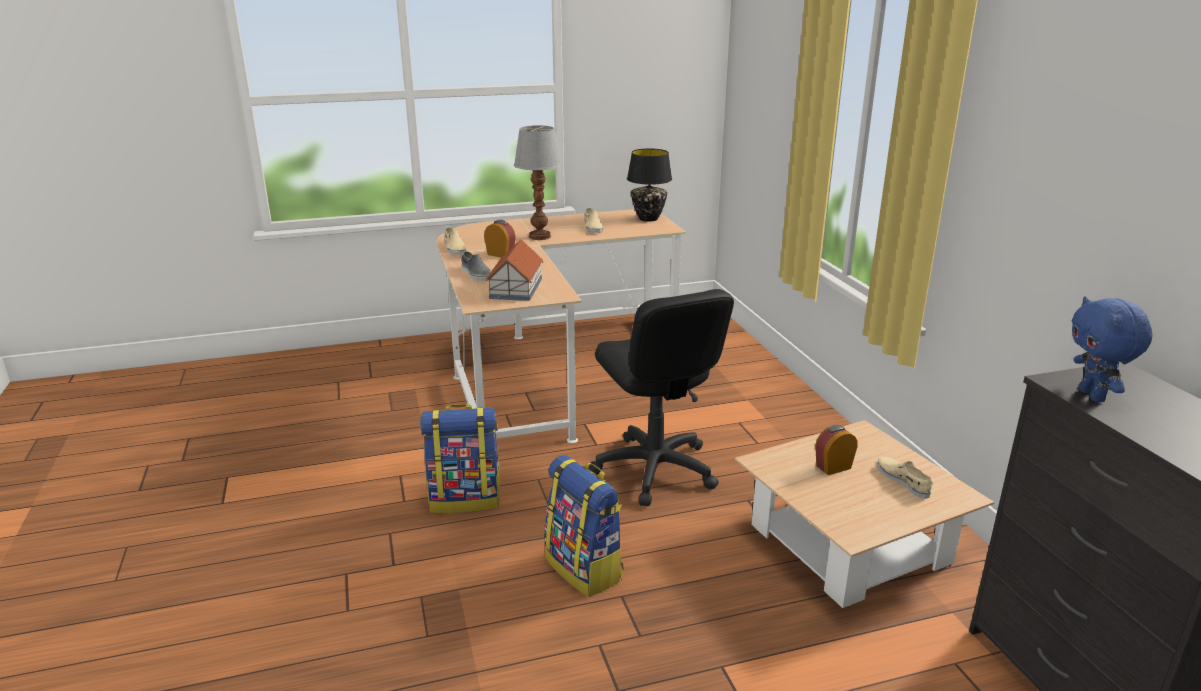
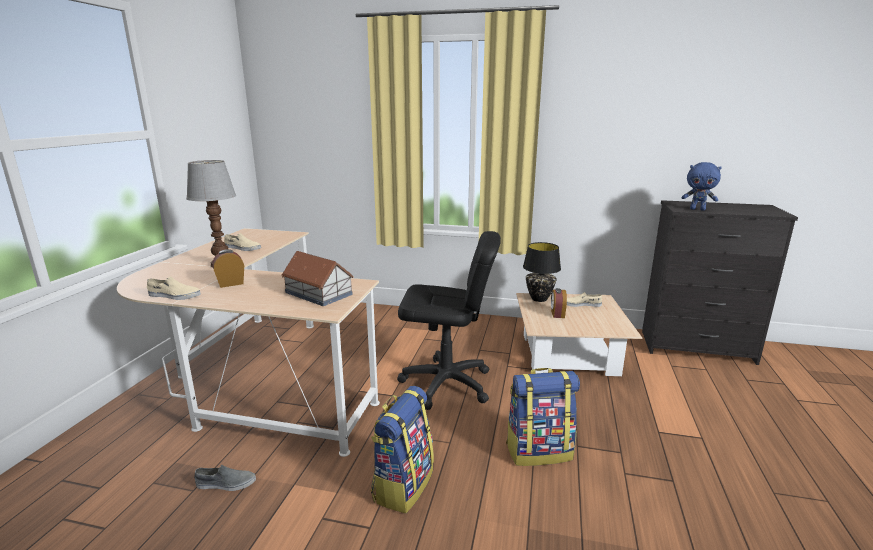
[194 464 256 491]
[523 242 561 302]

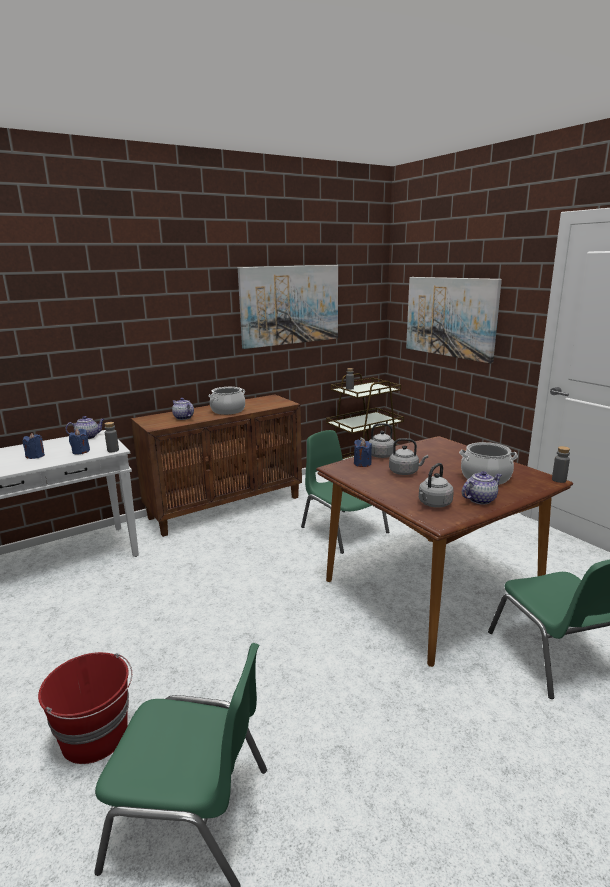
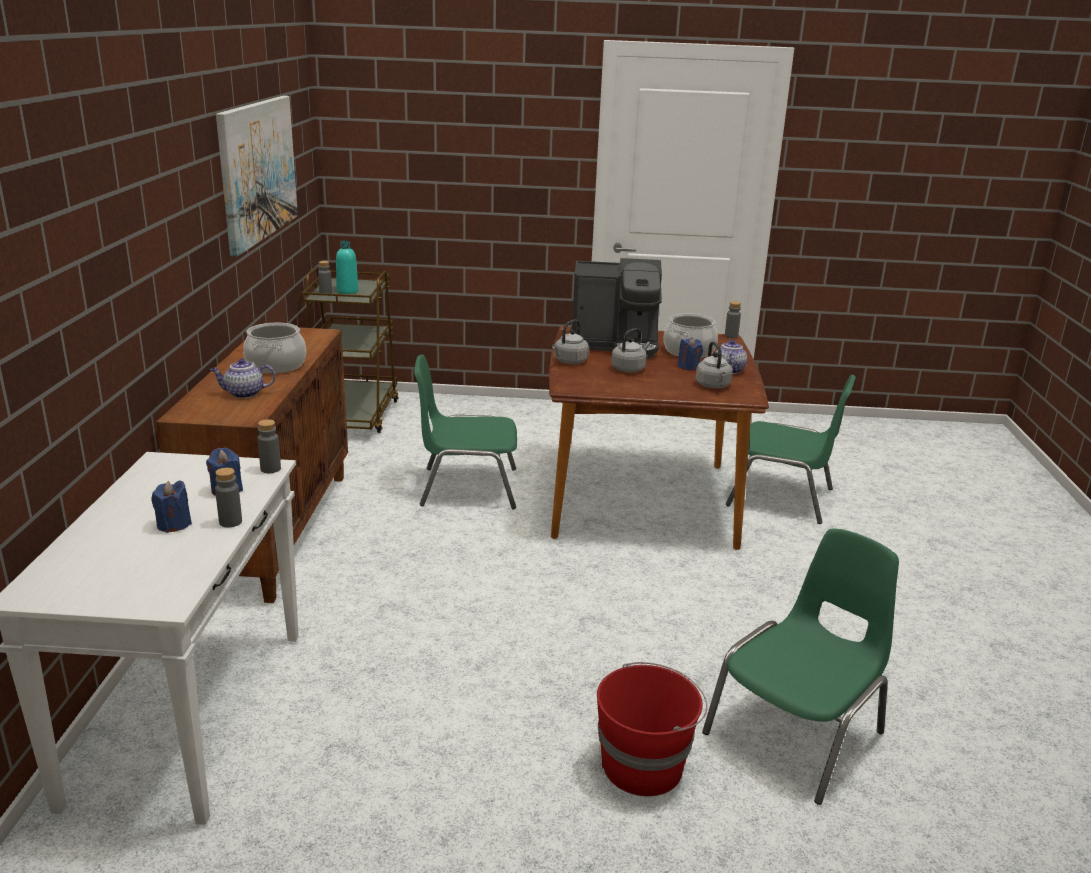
[215 468 242 528]
[336 241 359 294]
[570 258 662 359]
[677 337 703 371]
[65 416 105 439] (first image)
[406 277 502 363] (first image)

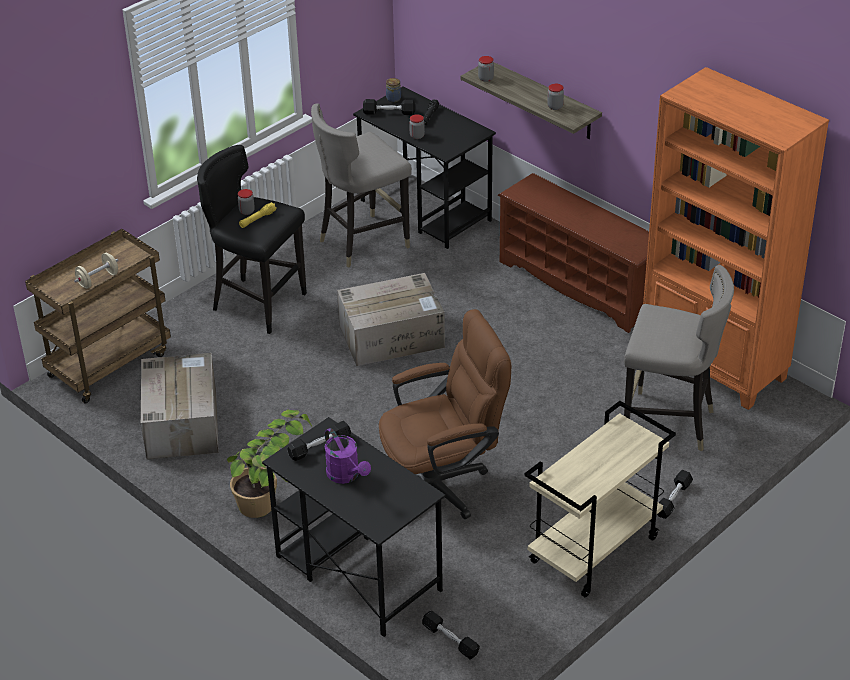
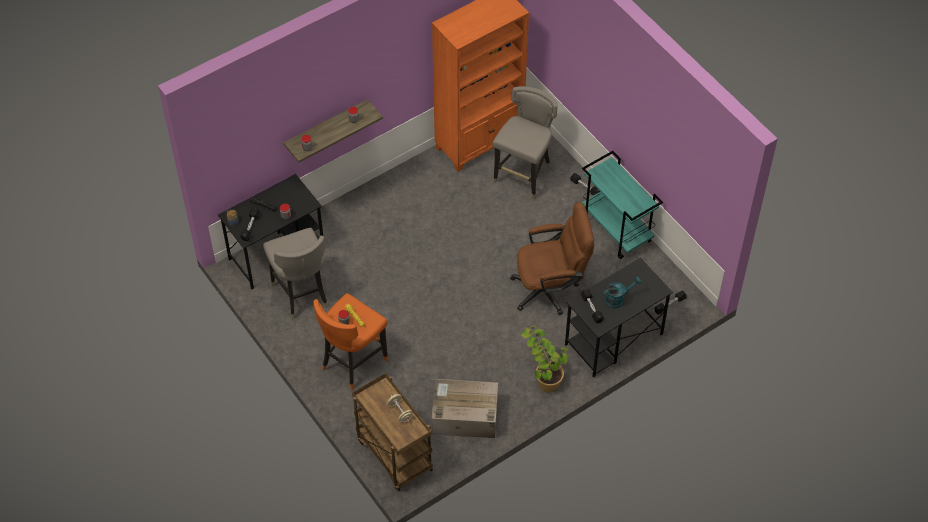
[314 293 388 390]
[510 202 594 315]
[582 151 663 259]
[602 277 642 308]
[337 273 445 366] (first image)
[497 173 649 333] (first image)

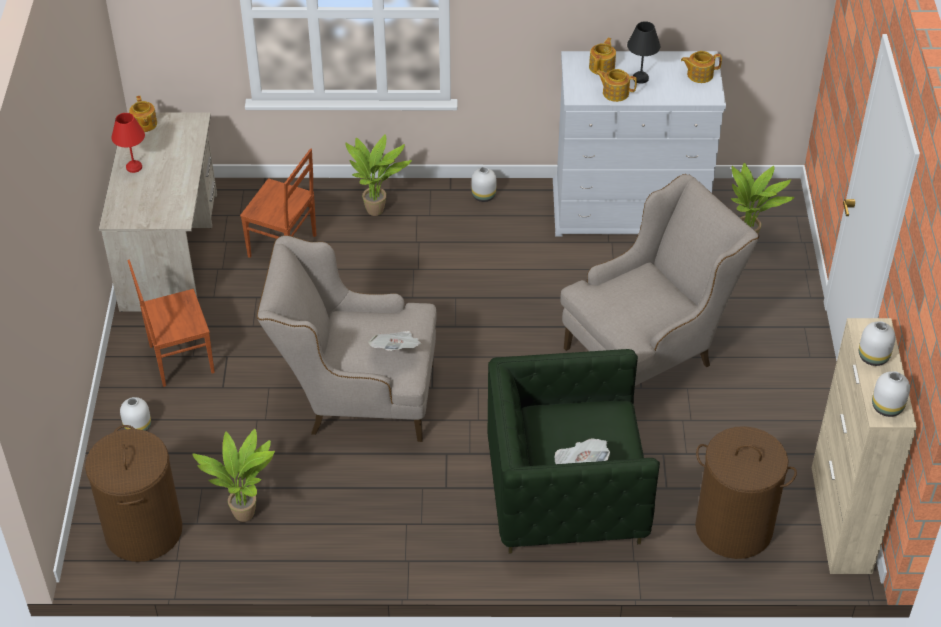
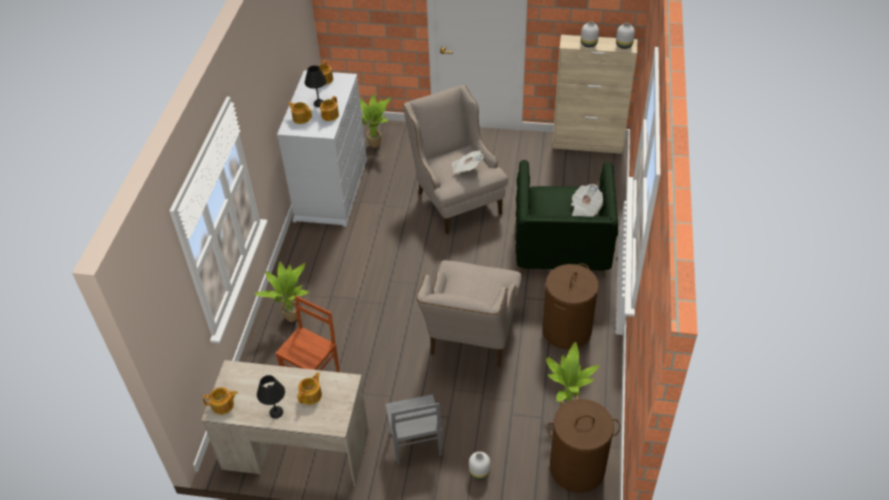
[257 375 285 419]
[297 372 322 405]
[385 394 442 465]
[452 150 483 174]
[542 263 599 349]
[471 167 496 202] (first image)

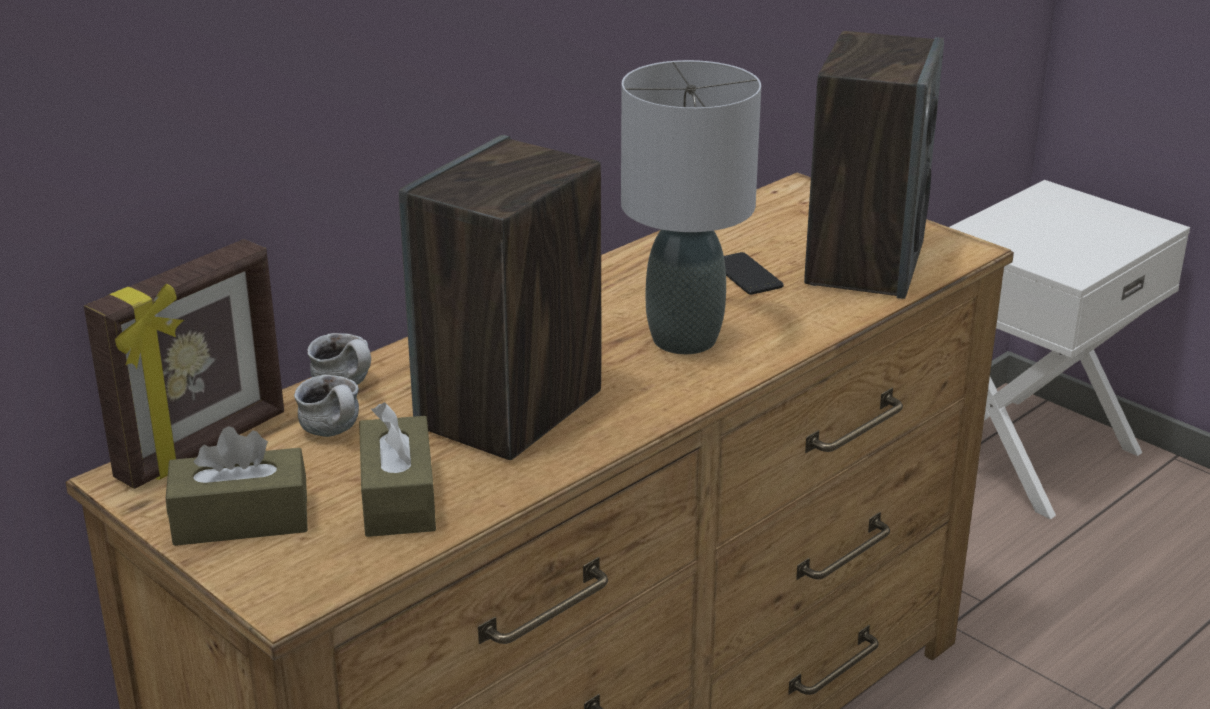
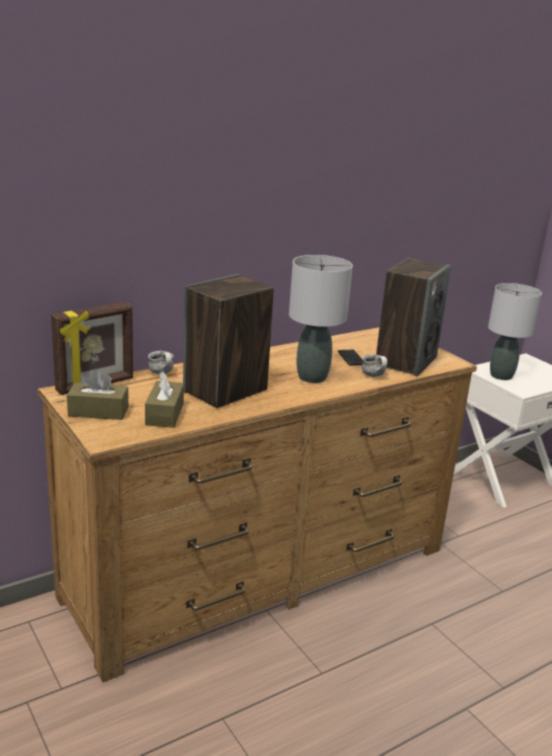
[362 354 387 377]
[488 283 542 380]

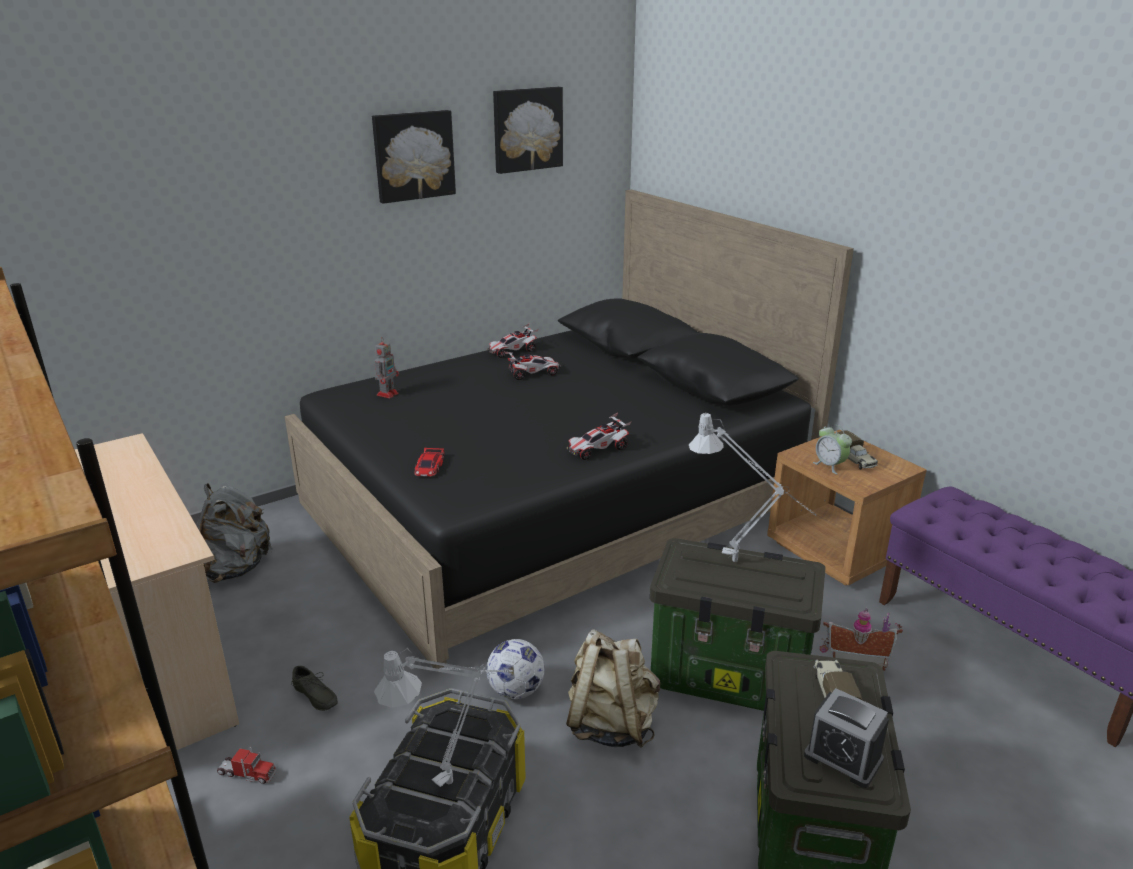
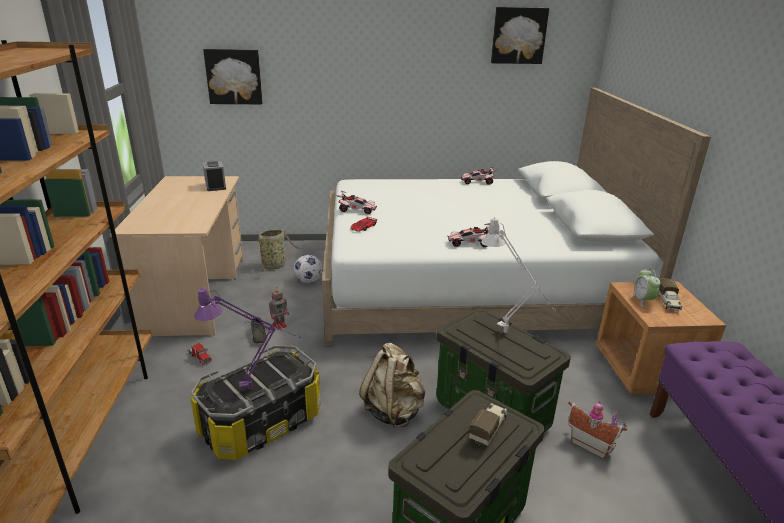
[194 288 302 391]
[203 49 263 104]
[203 161 226 191]
[252 229 302 272]
[269 287 289 330]
[294 255 322 283]
[322 88 711 346]
[336 190 377 214]

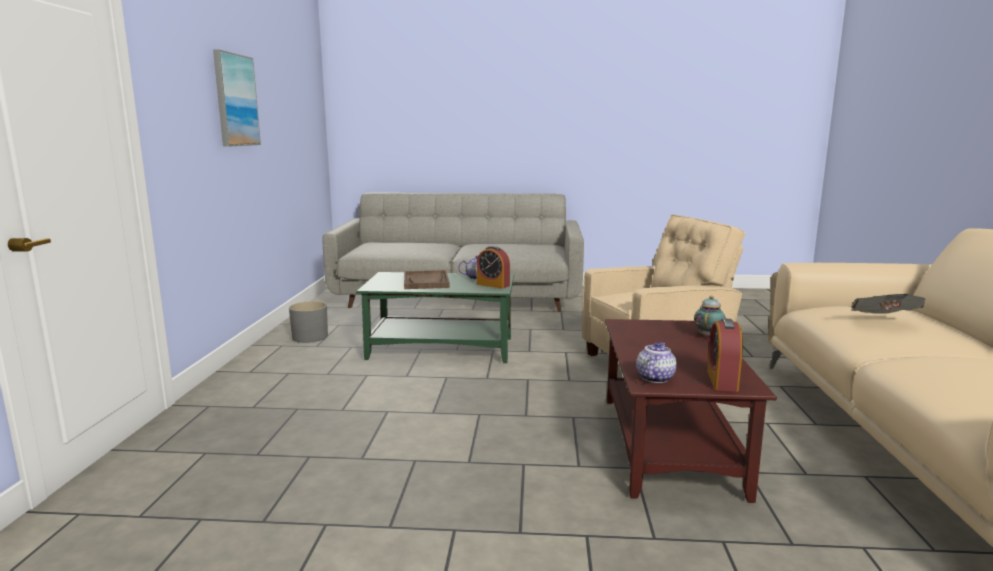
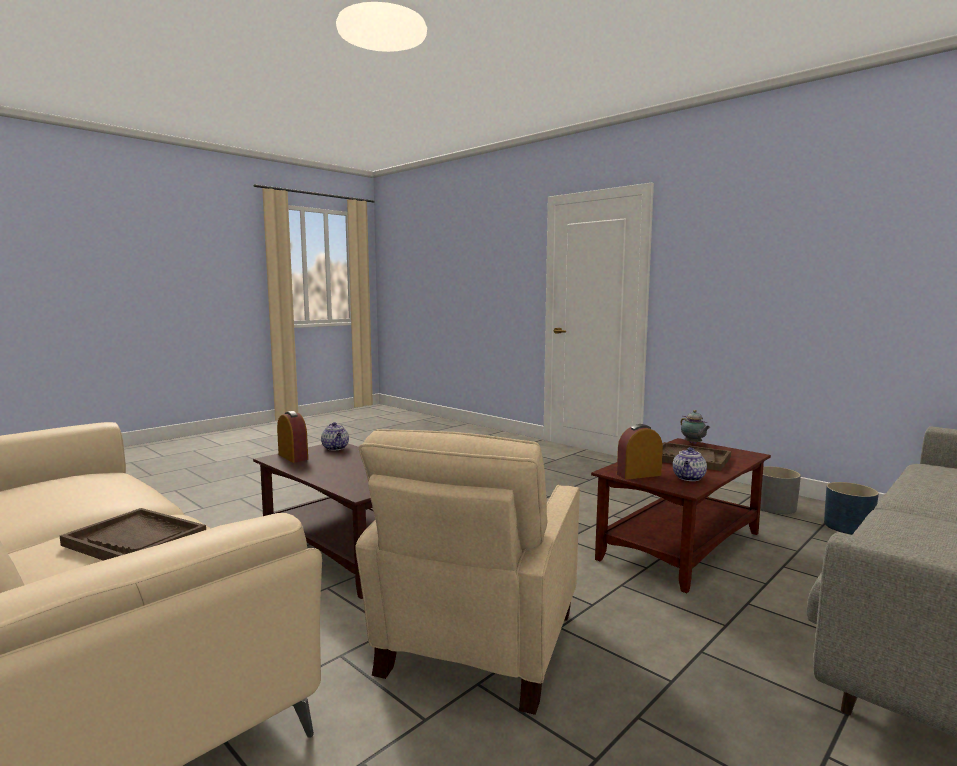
[60 508 206 561]
[591 438 771 593]
[680 410 710 444]
[824 482 879 534]
[213 49 261 147] (first image)

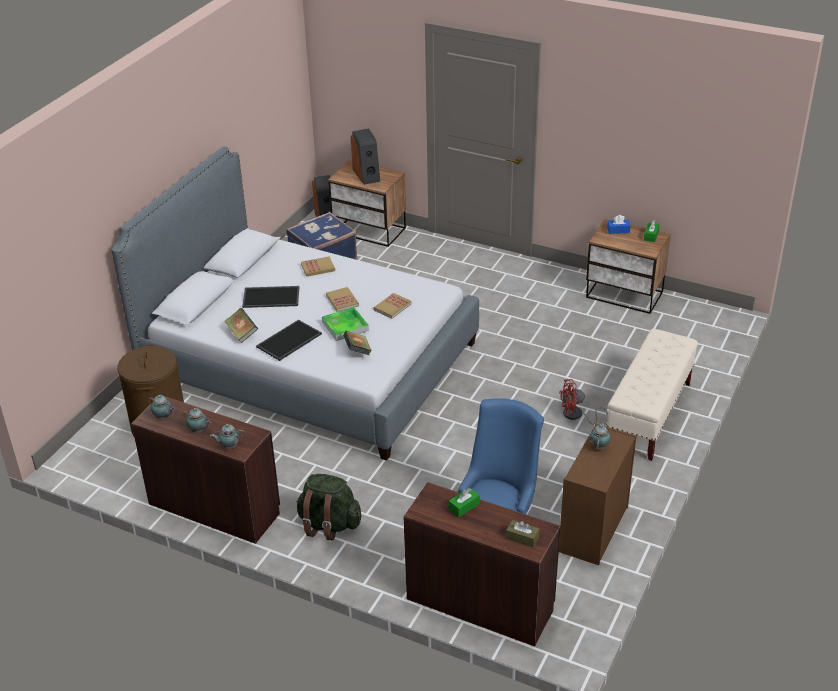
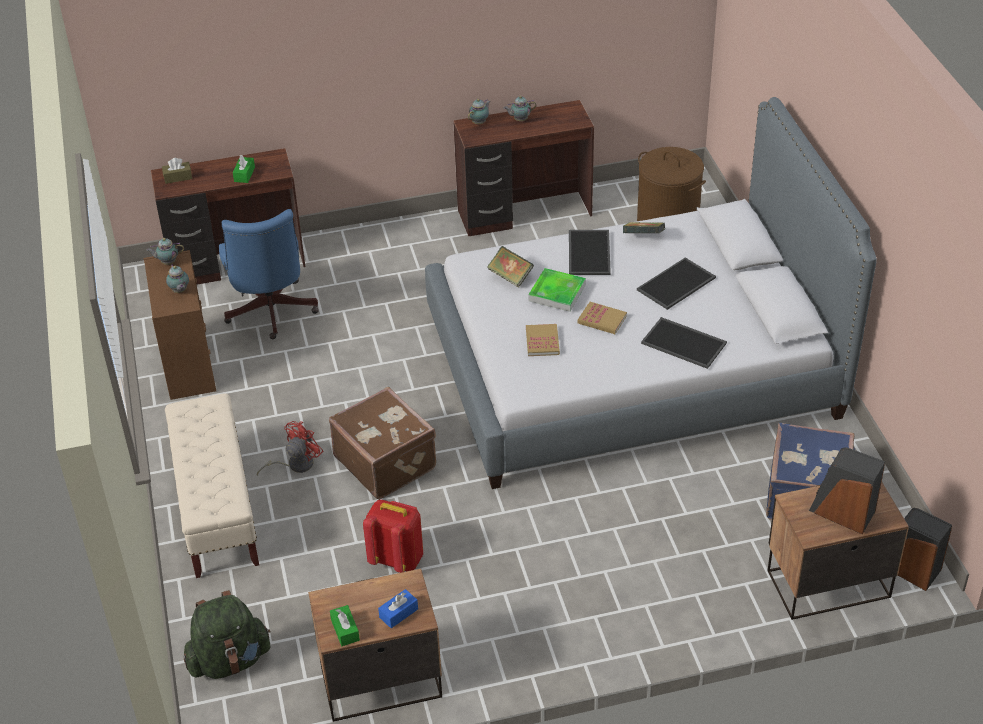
[147 238 184 265]
[183 590 271 679]
[329 387 436 500]
[363 500 423 573]
[641 317 727 369]

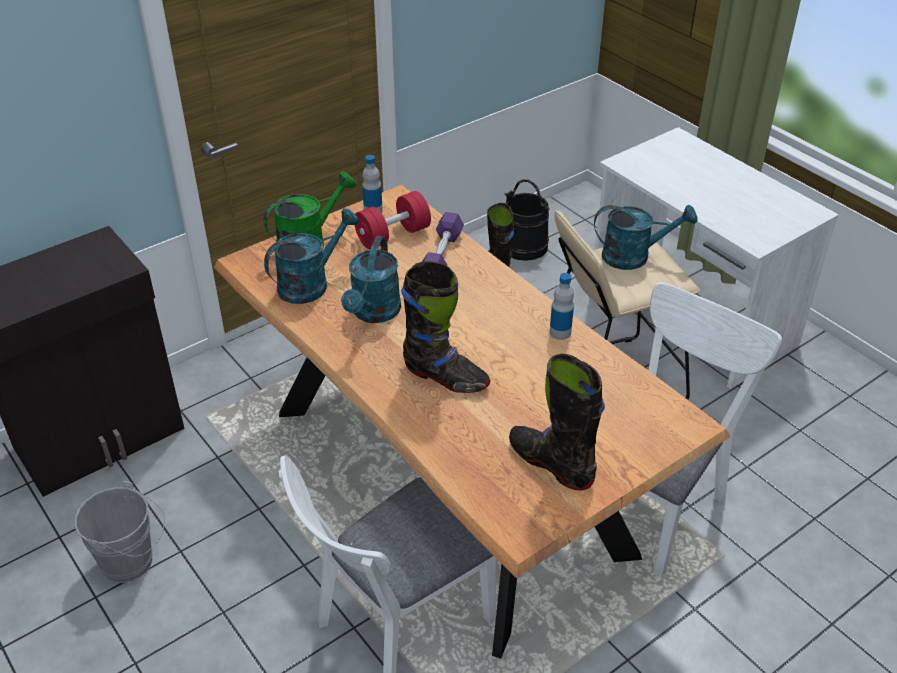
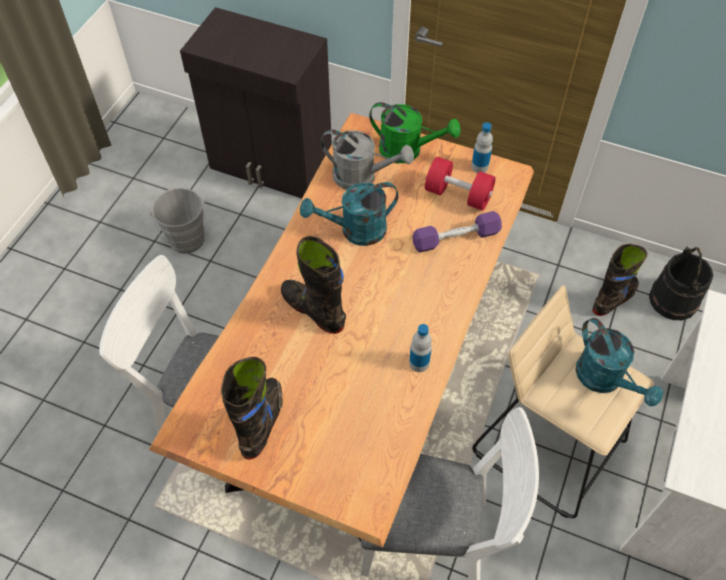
[281 236 346 334]
[321 130 414 190]

